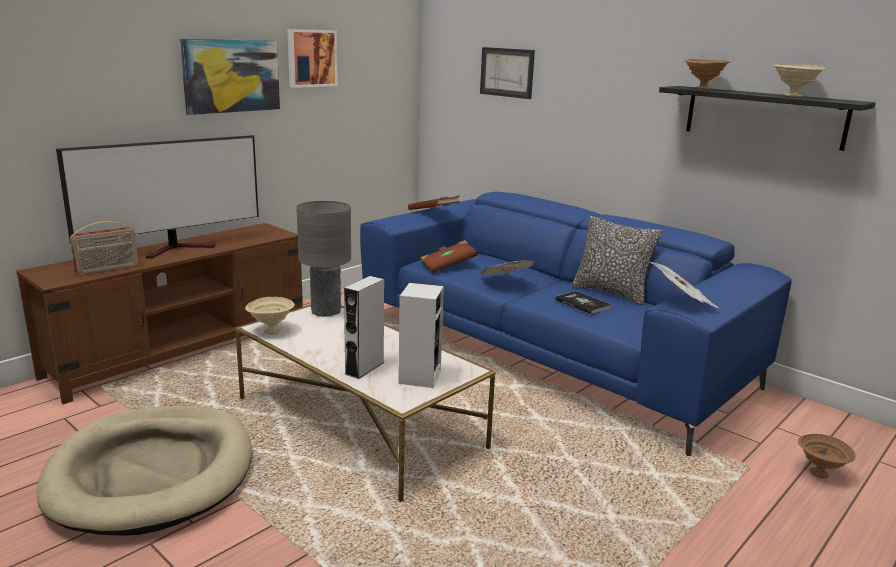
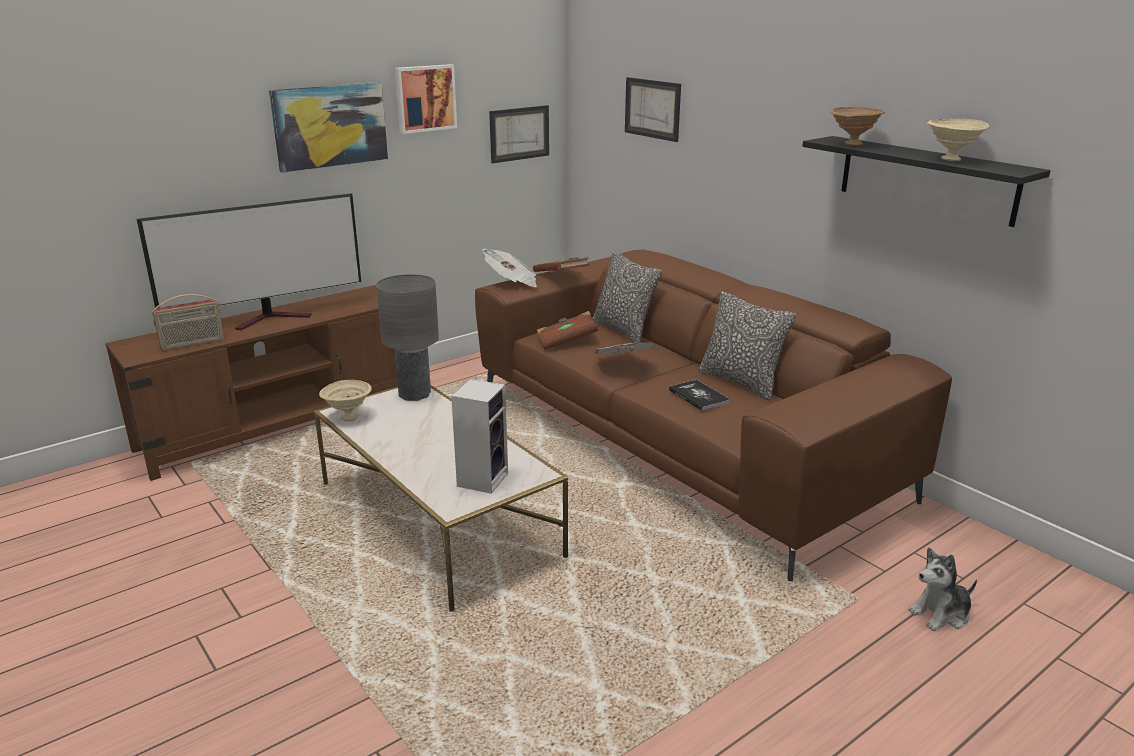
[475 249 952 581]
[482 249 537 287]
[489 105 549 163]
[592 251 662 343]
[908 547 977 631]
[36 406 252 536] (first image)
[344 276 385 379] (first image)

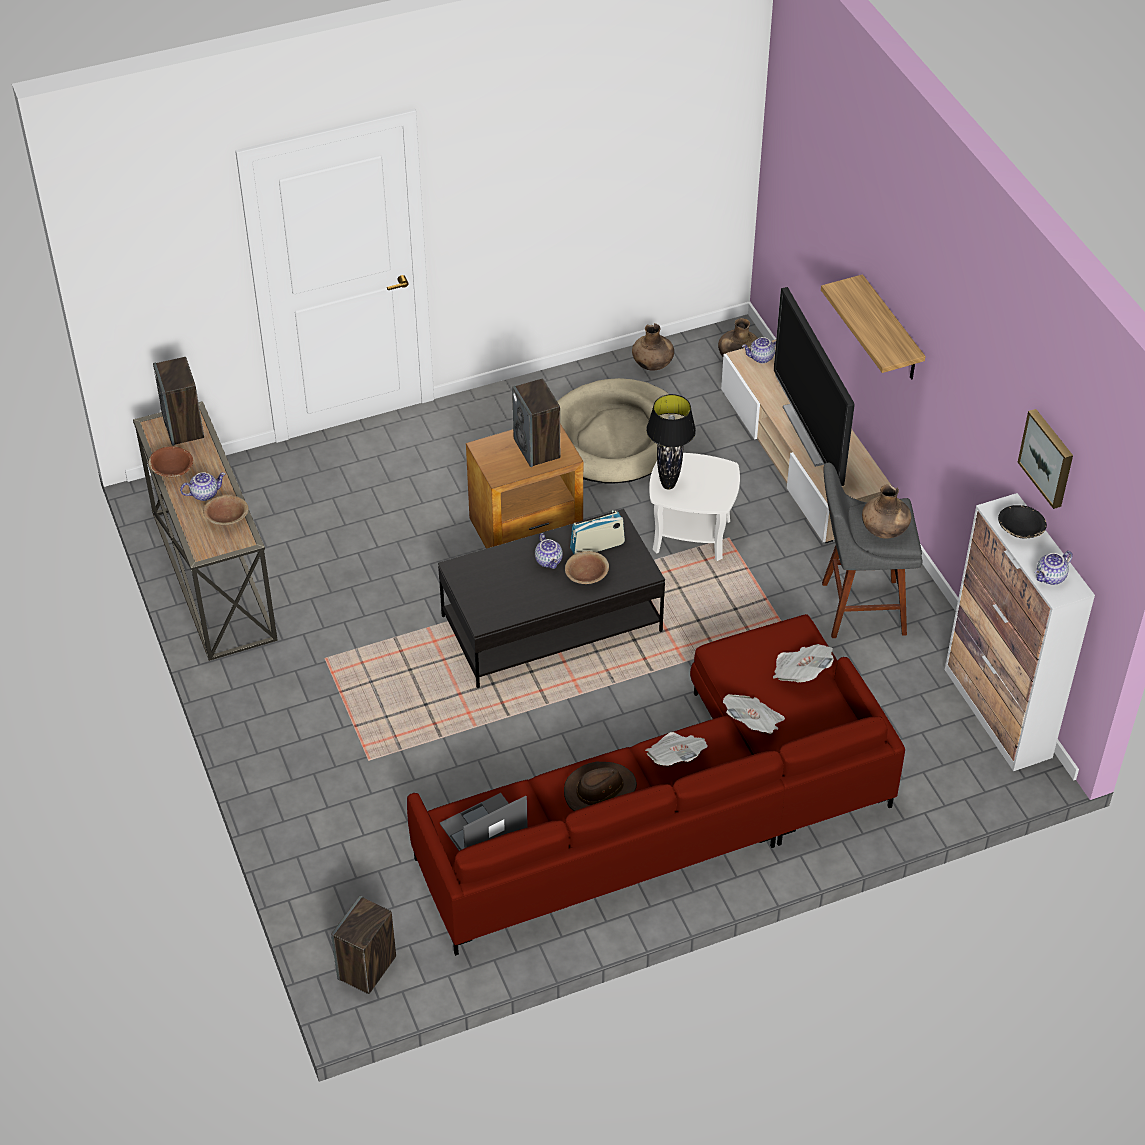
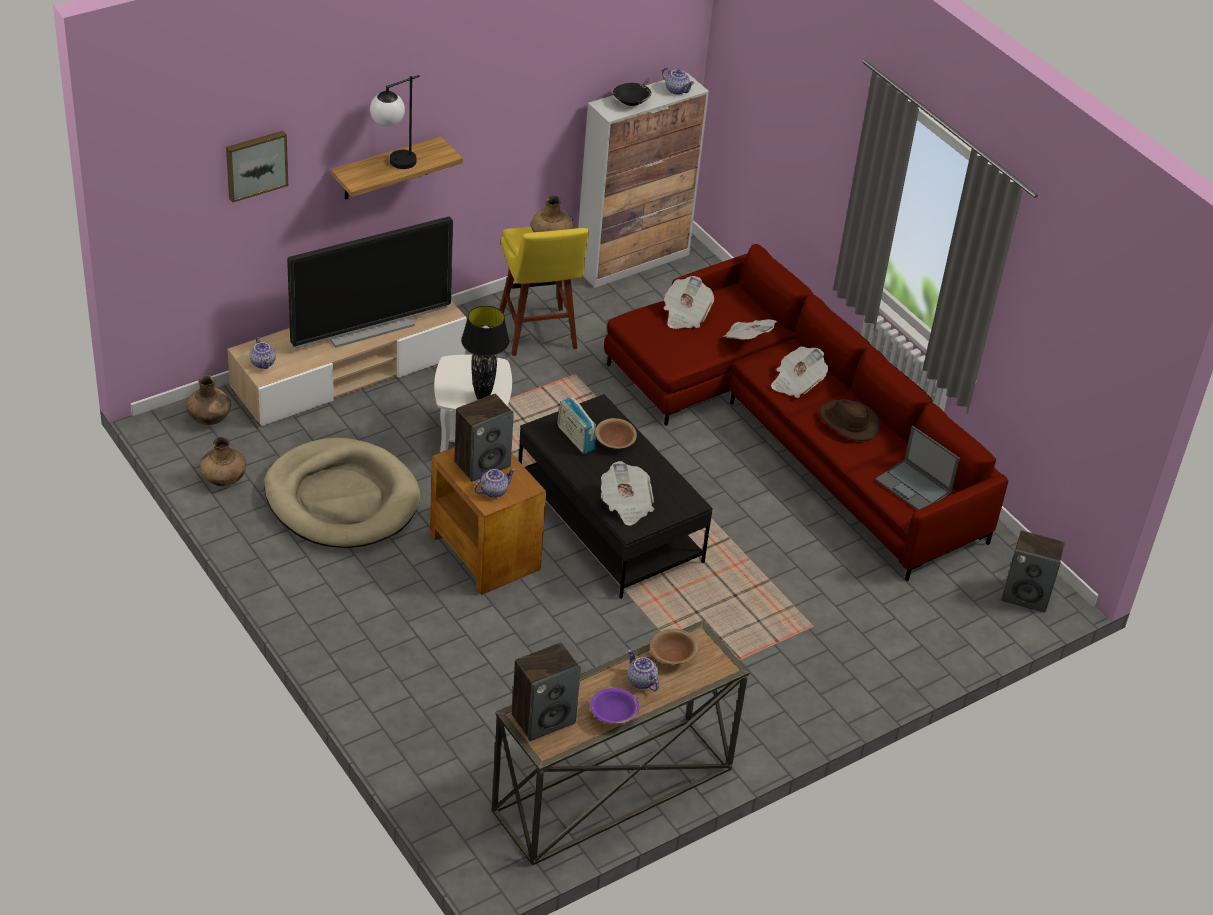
[226 131 288 203]
[370 75 420 169]
[474 468 515 498]
[499 227 589 356]
[590 688 640 724]
[601 461 654 526]

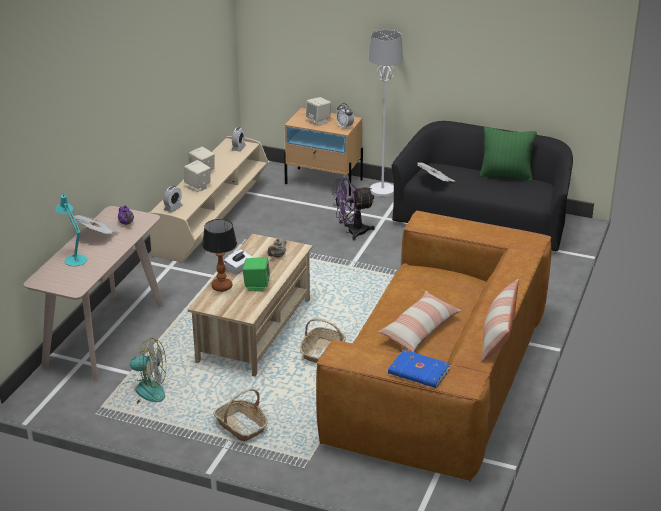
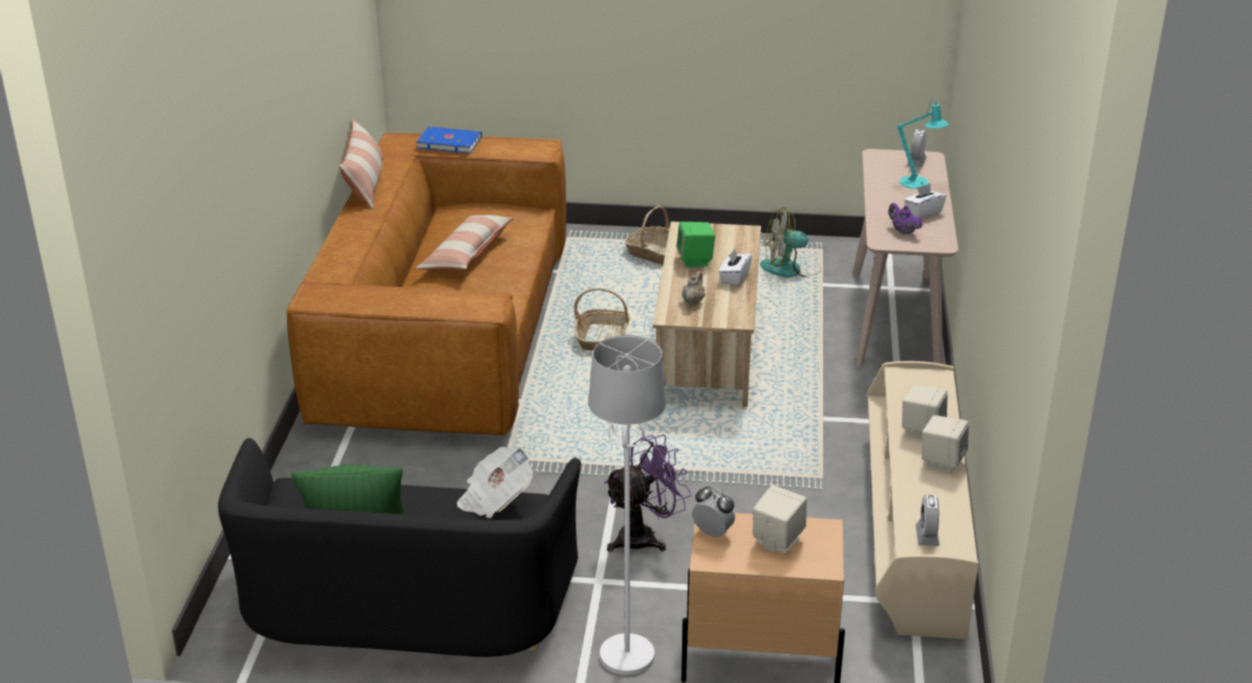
[904 184 947 219]
[907 129 927 168]
[202 219 237 292] (first image)

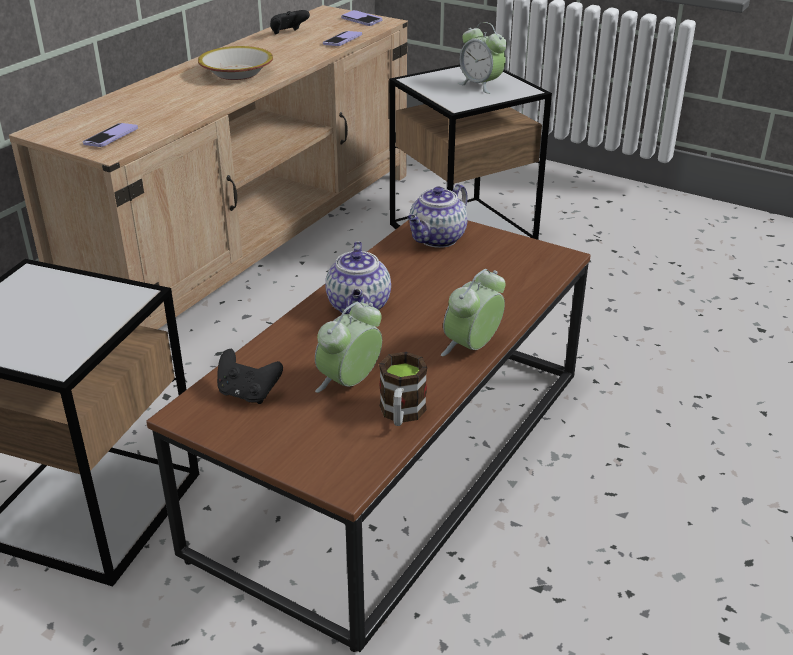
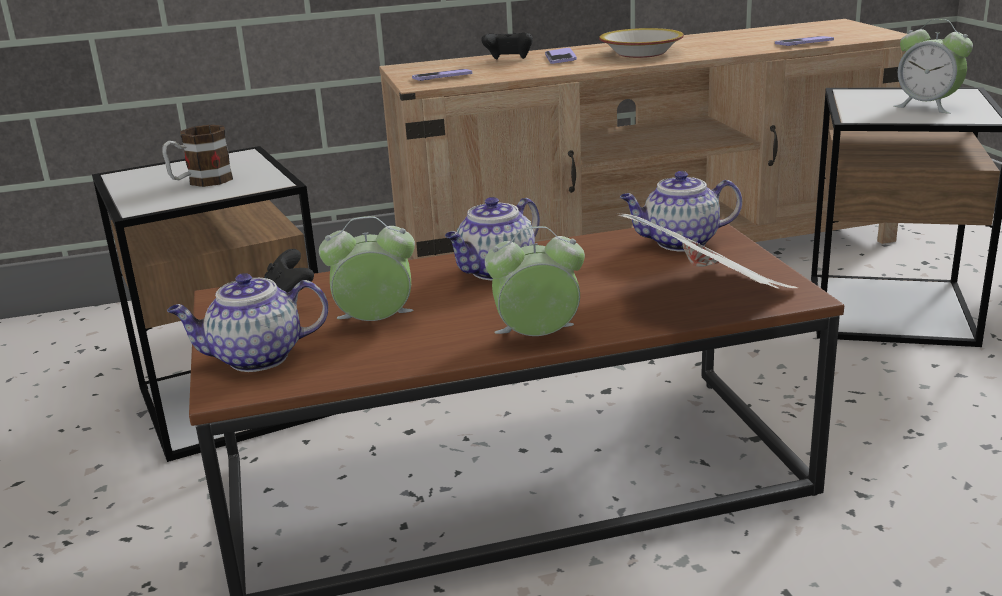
[162 125 233 187]
[167 273 328 372]
[481 33 533 59]
[545 48 577 64]
[618 213 798 289]
[893 19 973 114]

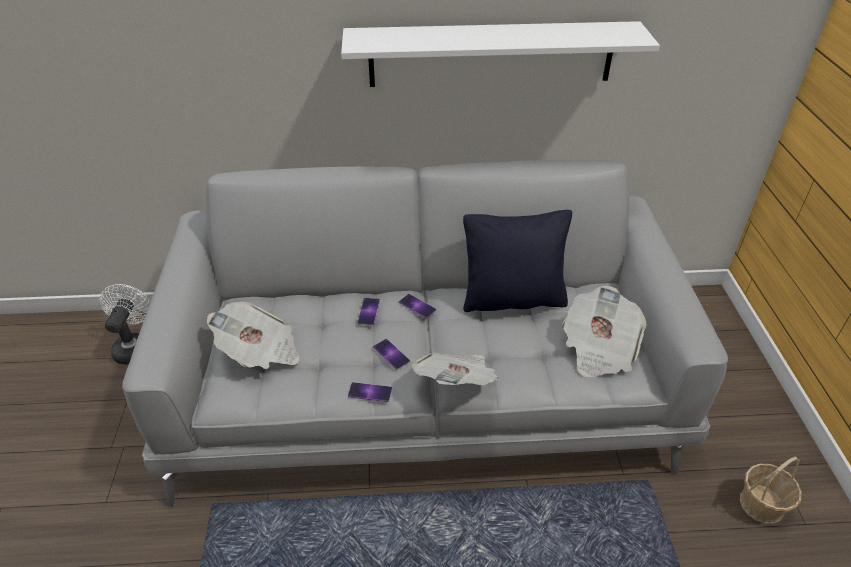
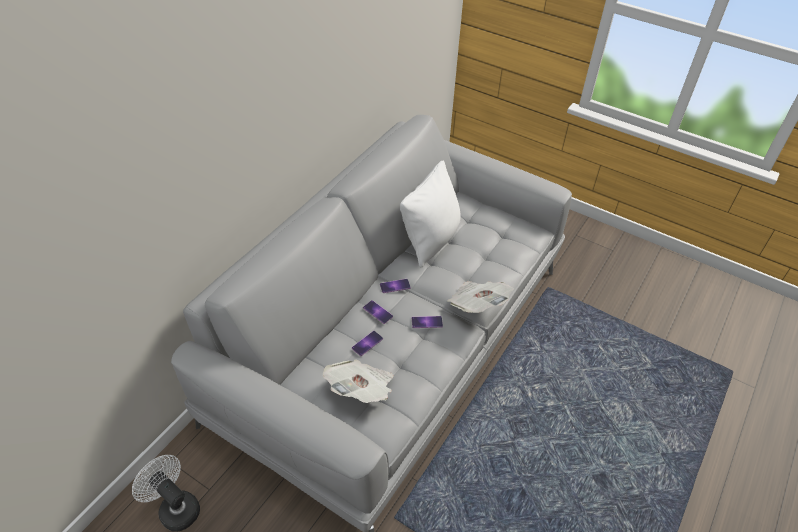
[352 331 383 356]
[400 161 461 267]
[341 21 660 87] (first image)
[563 286 647 377] (first image)
[740 457 802 524] (first image)

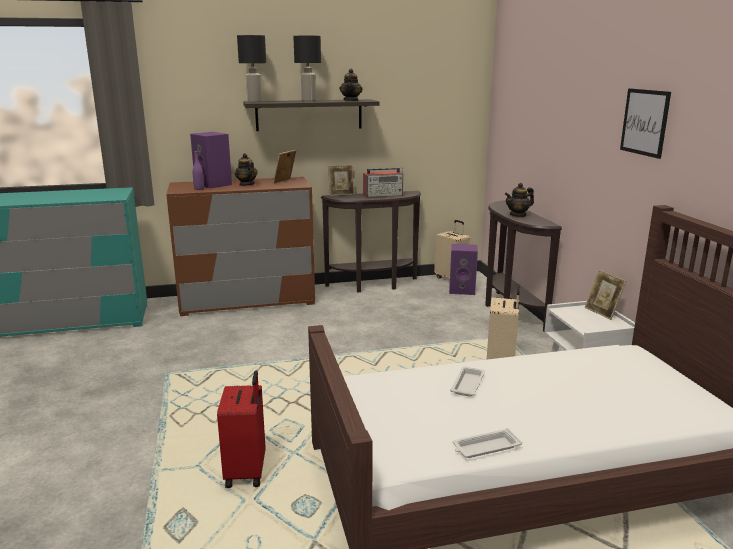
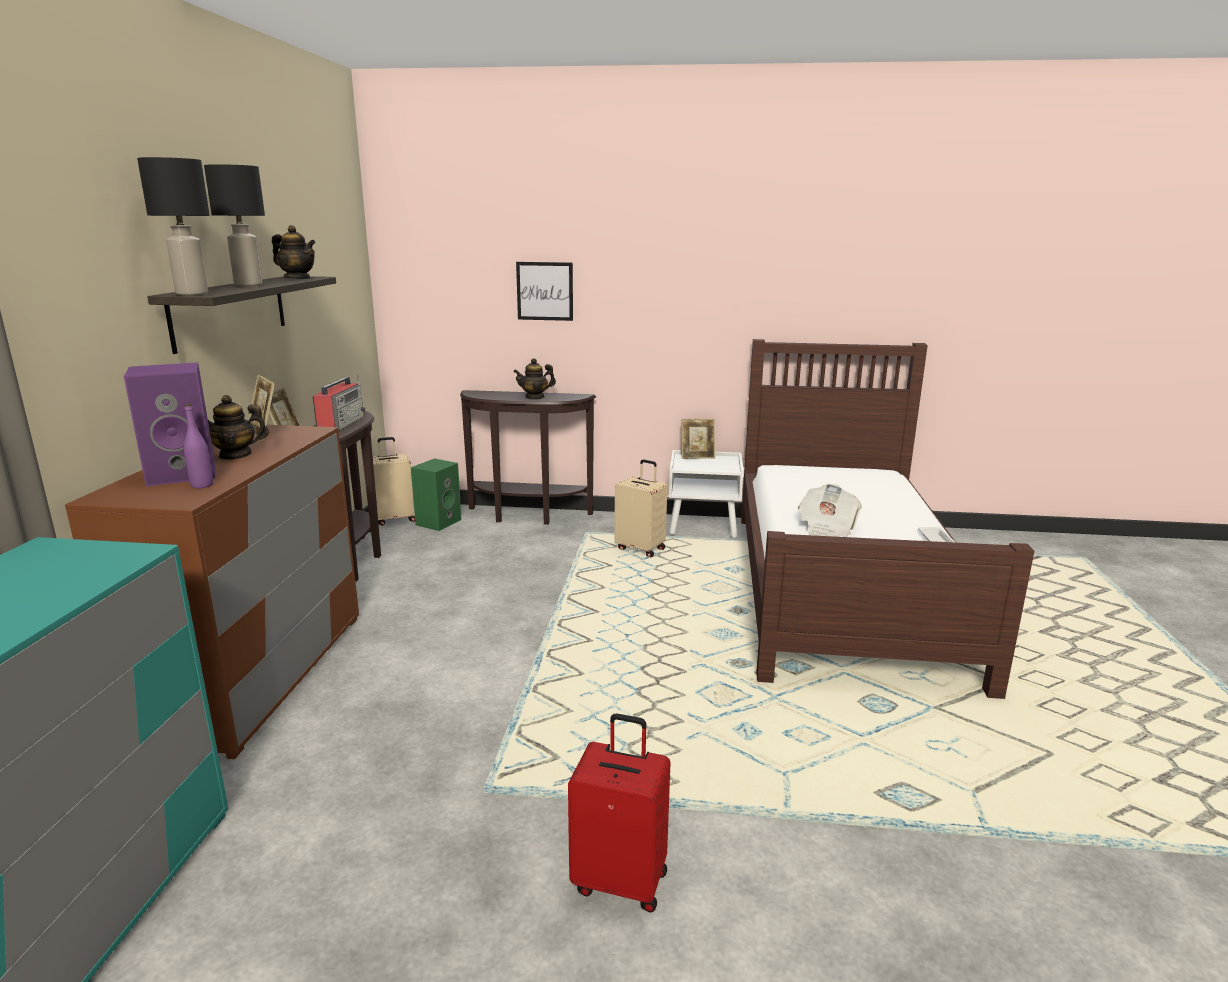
[411 459 461 531]
[513 358 556 399]
[516 262 573 321]
[568 713 671 913]
[798 484 862 537]

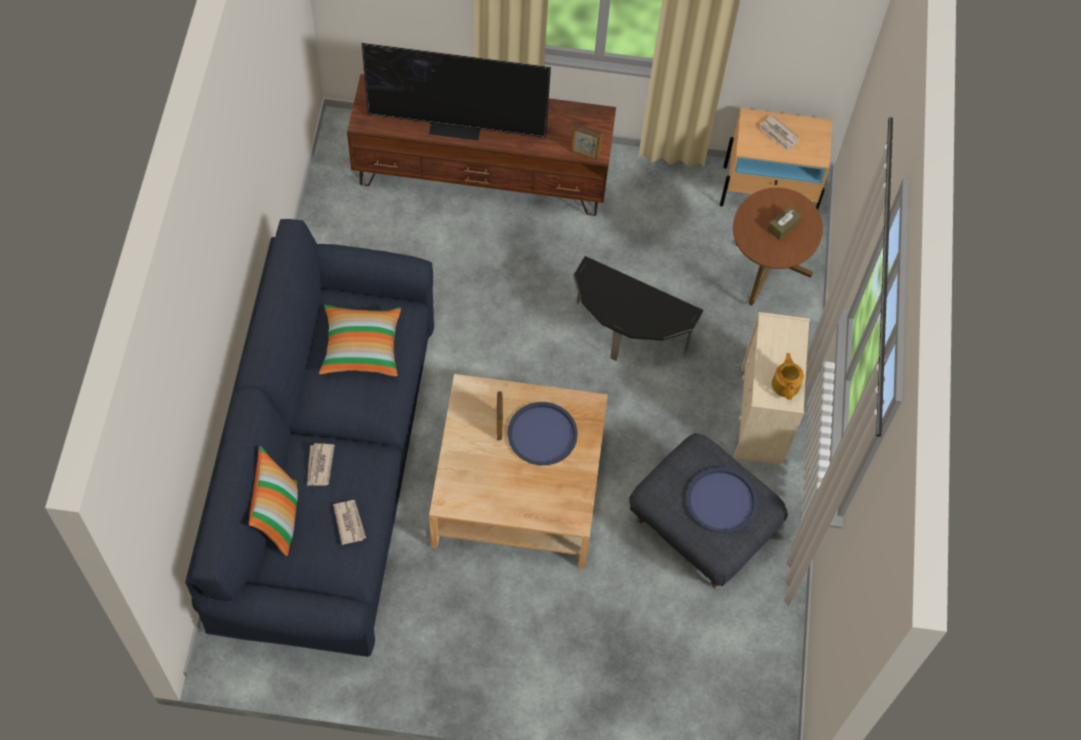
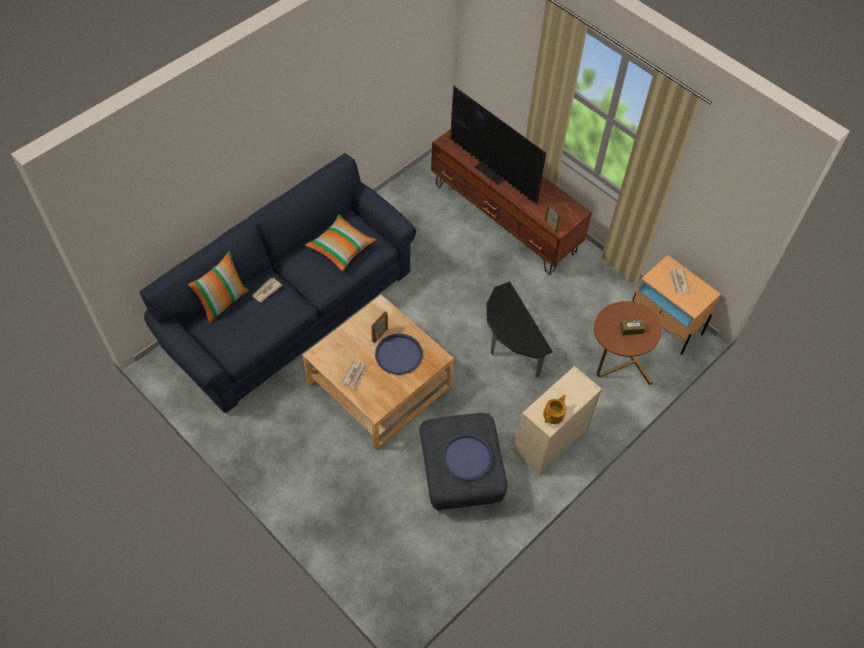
[341 360 367 388]

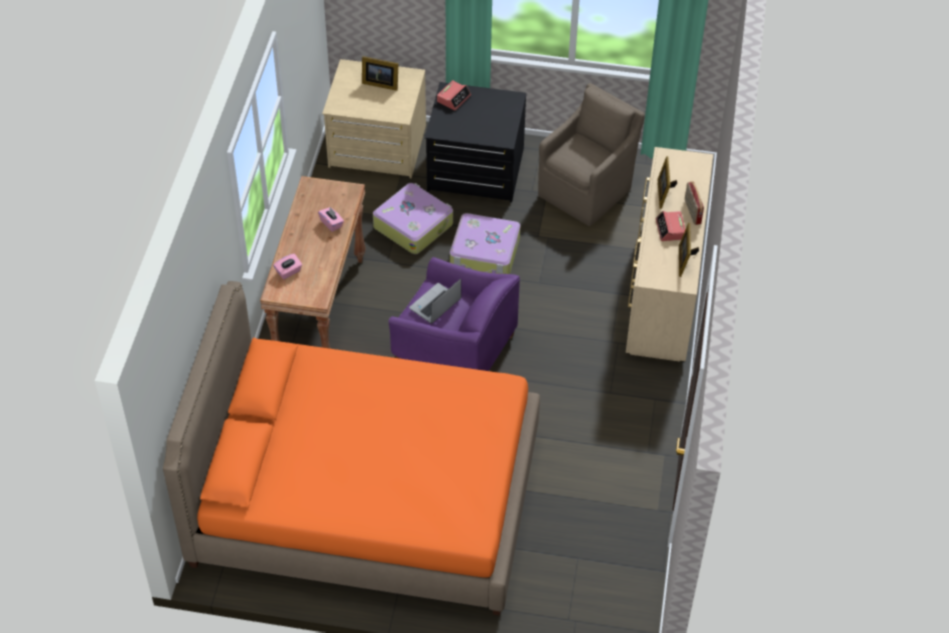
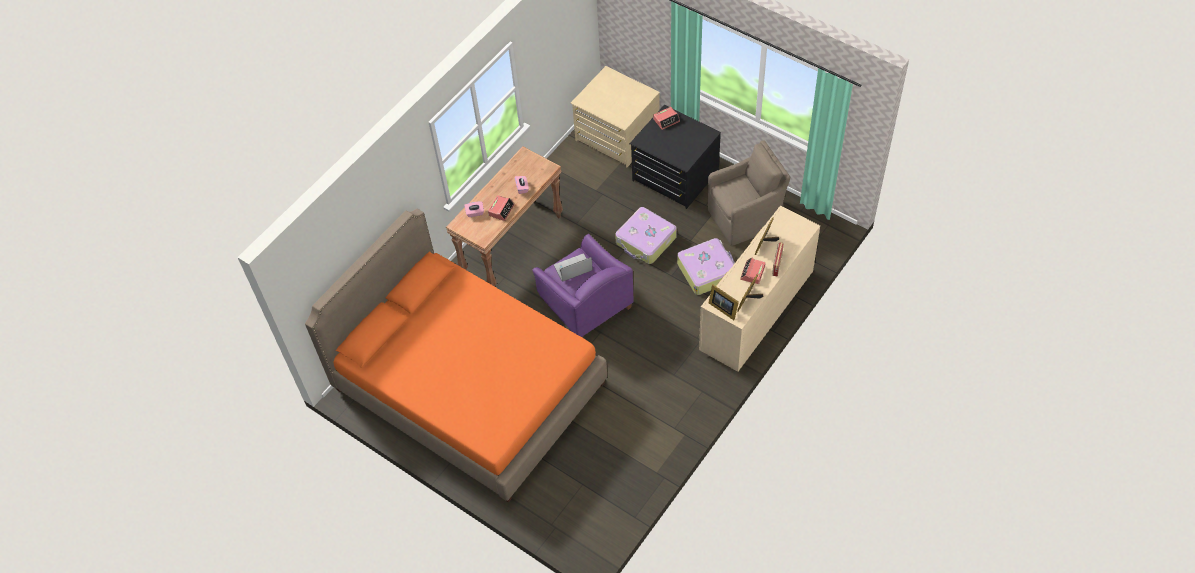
[488 195 515 221]
[677 238 735 295]
[709 285 739 320]

